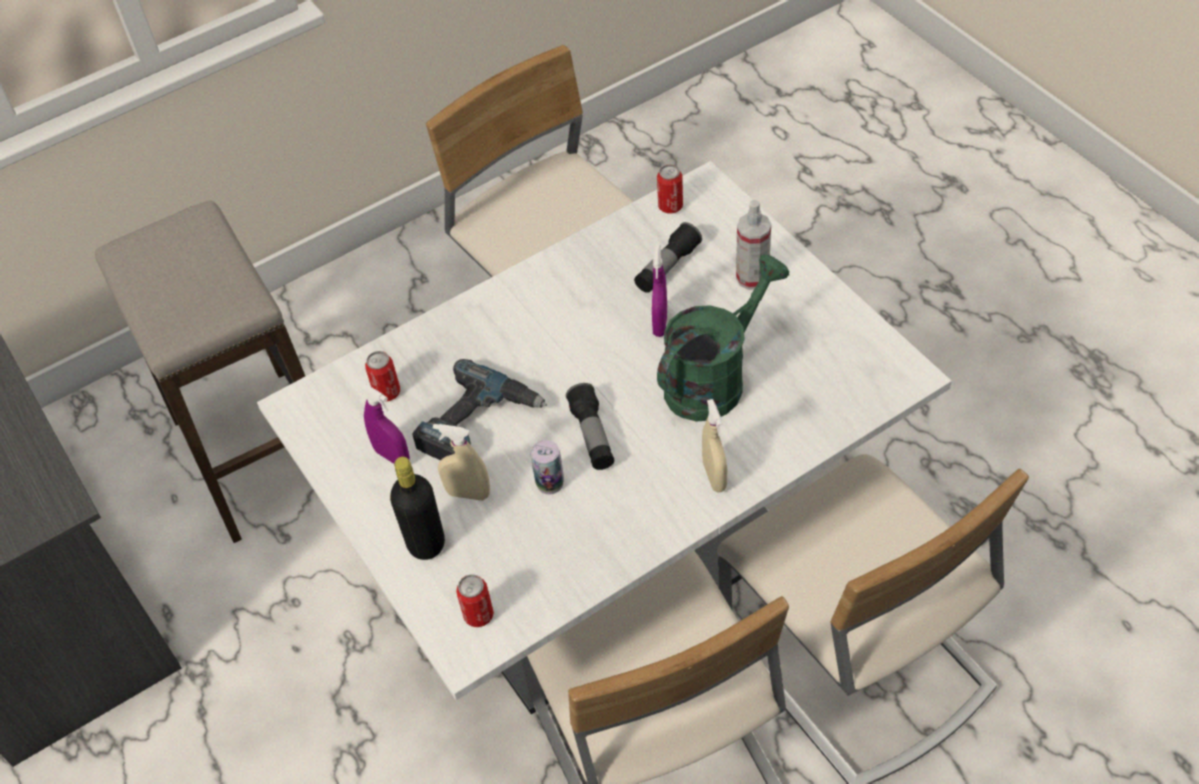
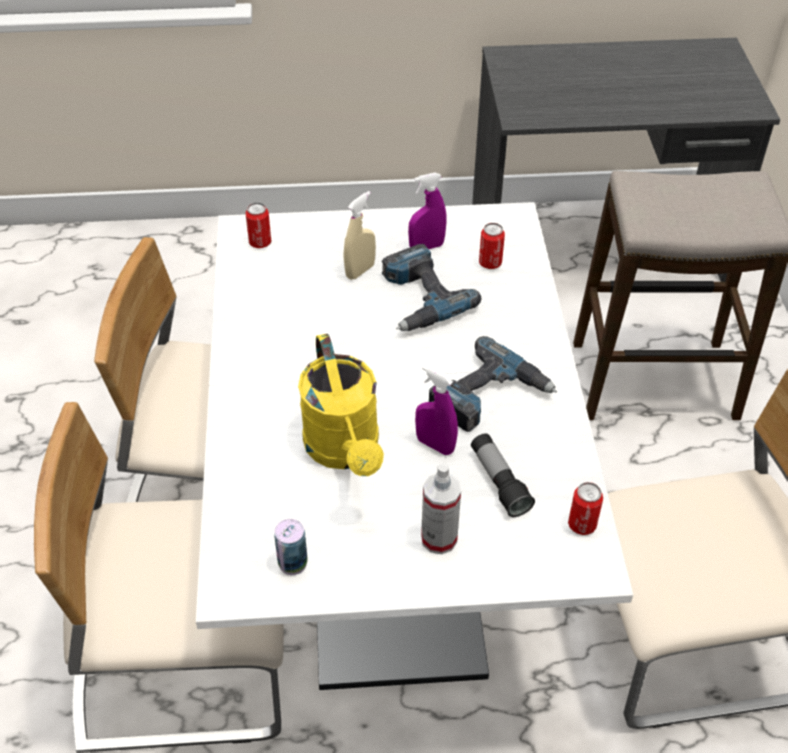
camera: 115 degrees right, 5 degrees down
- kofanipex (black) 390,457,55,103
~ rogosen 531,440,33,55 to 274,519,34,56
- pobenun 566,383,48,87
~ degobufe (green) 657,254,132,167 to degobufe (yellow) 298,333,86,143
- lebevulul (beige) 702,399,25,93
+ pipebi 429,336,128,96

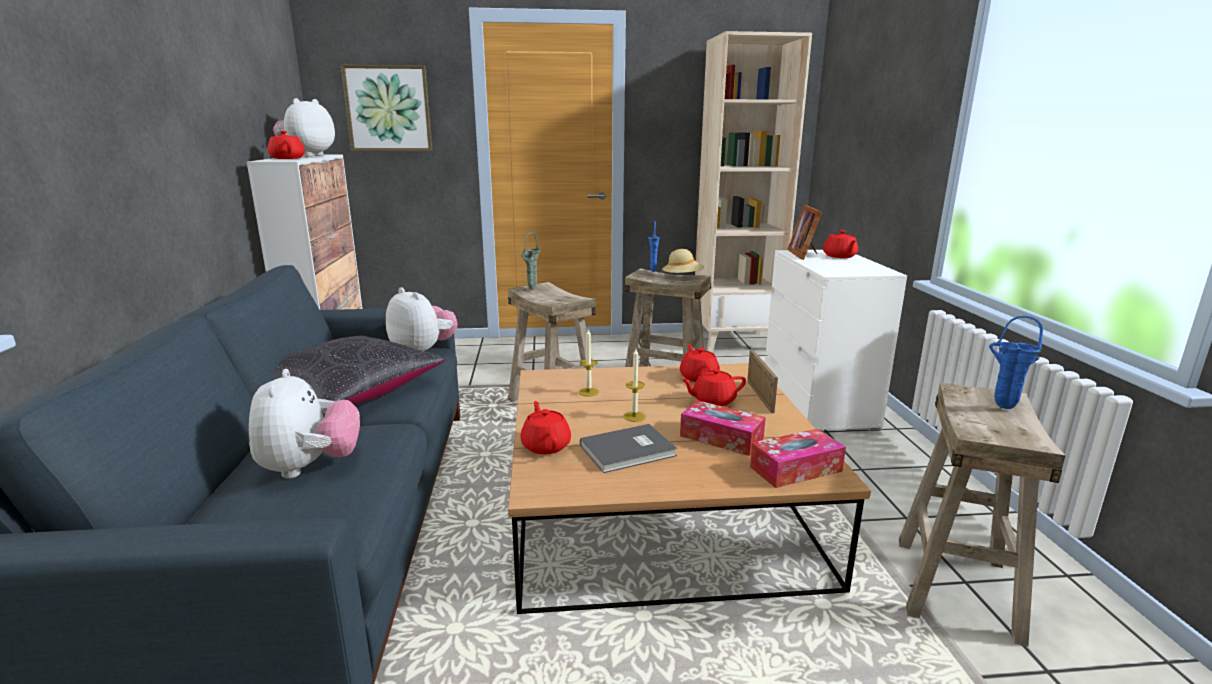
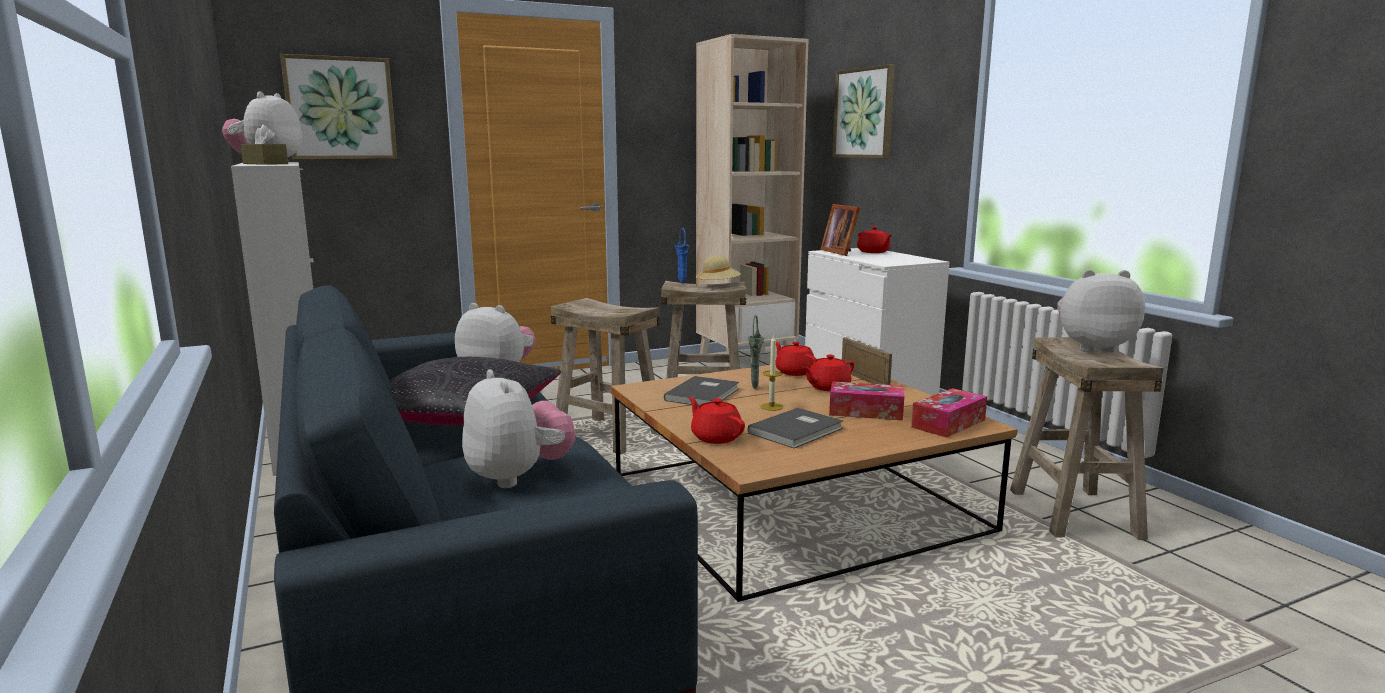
camera: 20 degrees left, 5 degrees down
~ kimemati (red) 267,131,38,28 to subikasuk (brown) 241,125,47,40
~ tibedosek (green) 521,232,20,58 to 748,315,16,74
~ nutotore 579,328,20,69 to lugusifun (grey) 664,376,75,30
~ tibedosek (blue) 989,316,54,93 to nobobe 1057,270,88,83
+ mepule 832,64,63,95

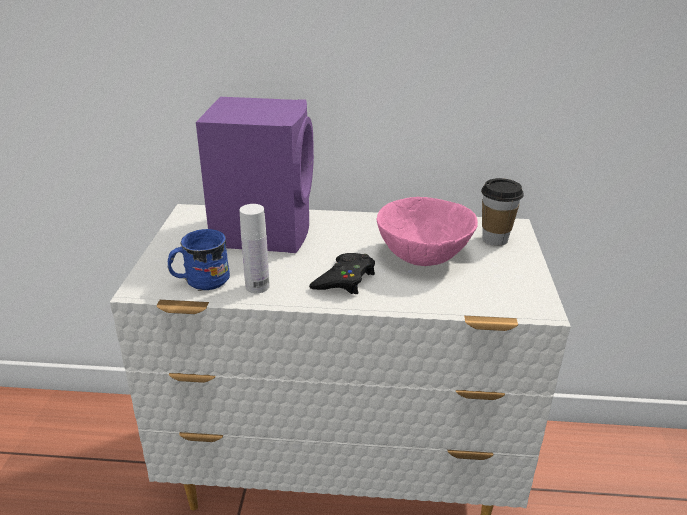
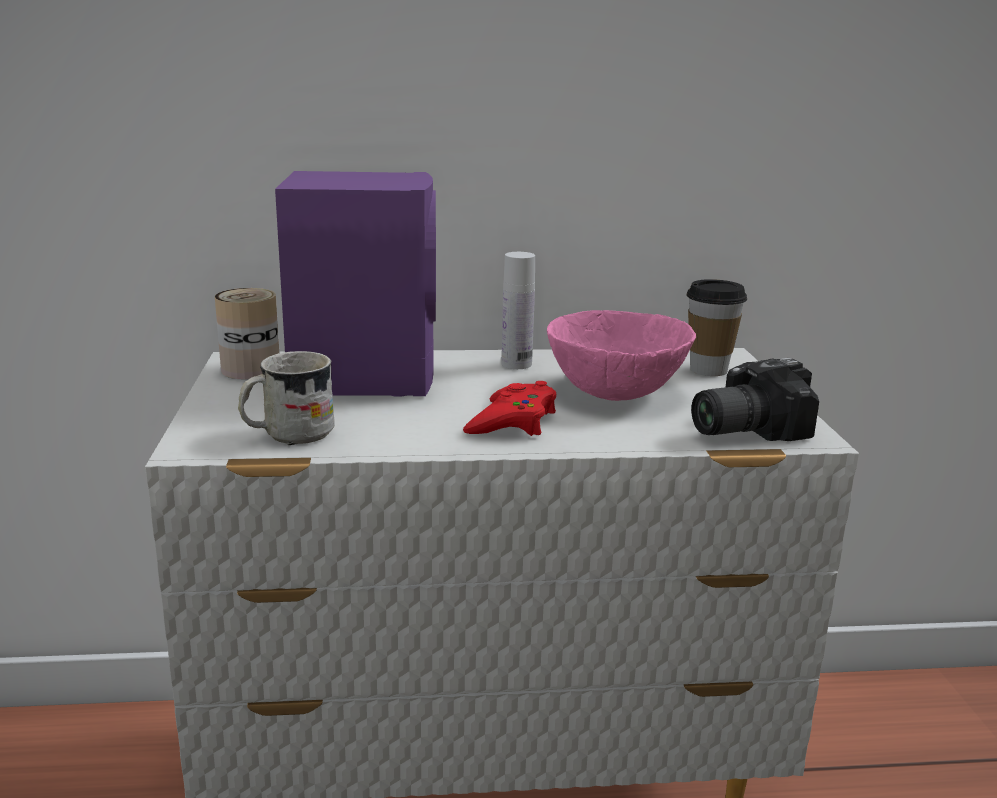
camera: 10 degrees left, 10 degrees down
~ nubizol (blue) 168,229,62,62 to nubizol (white) 238,351,97,94
~ kofanipex (white) 240,204,30,89 to 501,252,34,117
~ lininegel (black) 309,253,66,41 to lininegel (red) 463,381,93,55
+ rogosen 215,288,64,92
+ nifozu 691,358,128,83

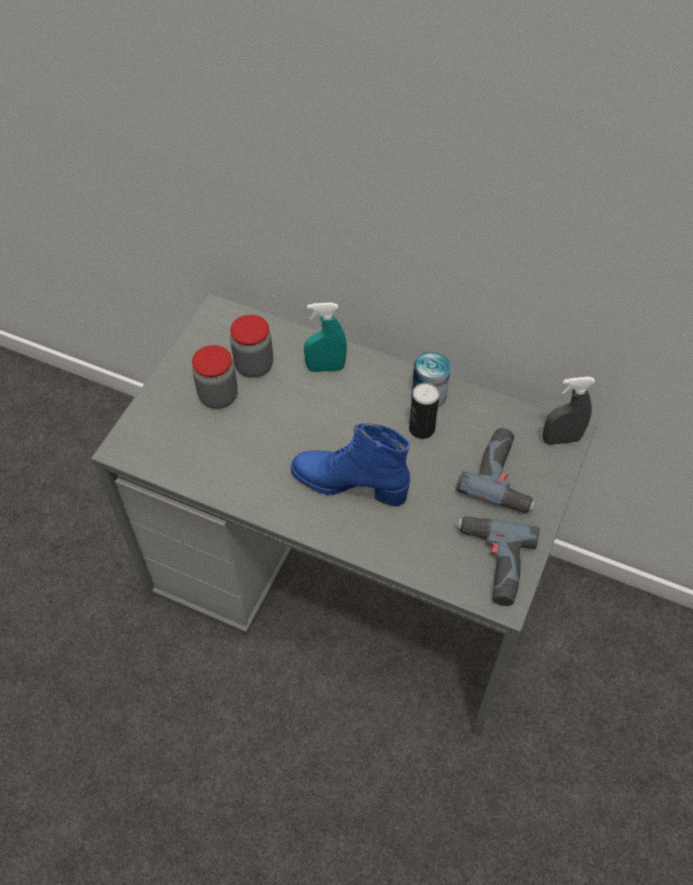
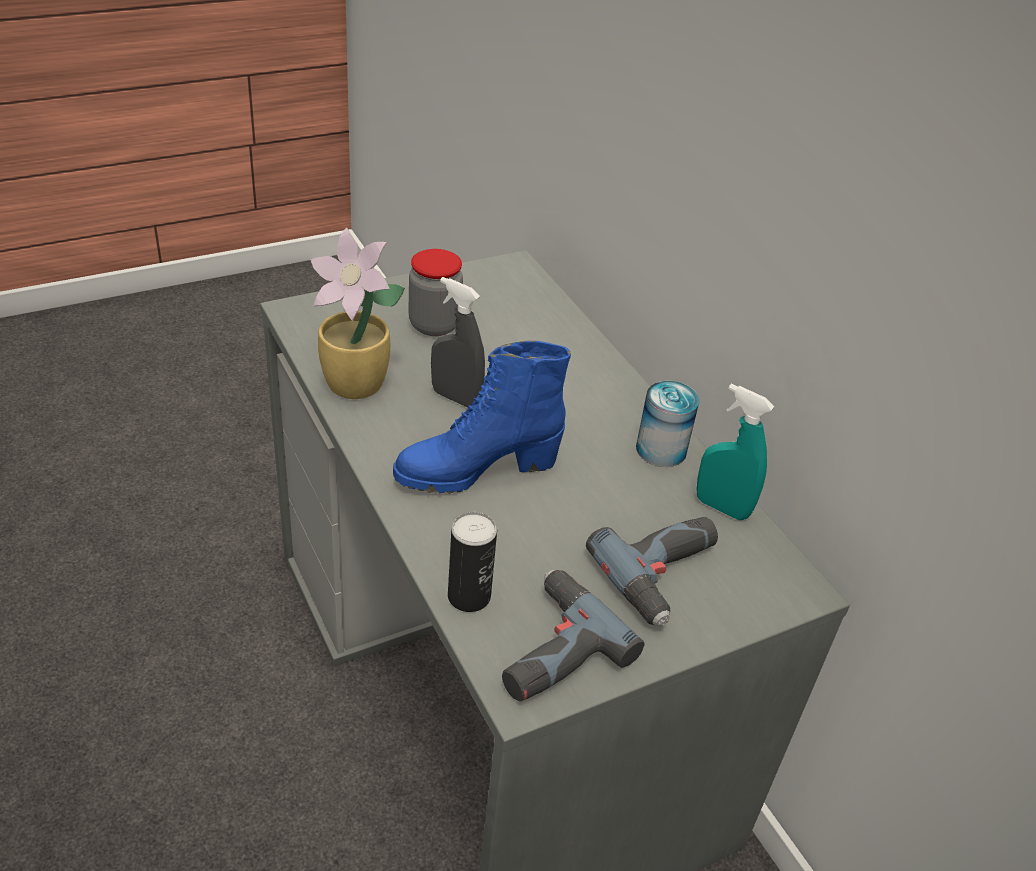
camera: 35 degrees right, 15 degrees down
- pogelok 230,315,43,63
~ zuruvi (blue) 291,423,120,83 = 393,341,178,153 75 degrees counterclockwise
~ lebevulul (turquoise) 304,302,43,70 to 696,384,78,136
~ rogosen 409,382,31,57 to 448,512,49,100
~ lebevulul (grey) 542,377,53,68 to 431,277,54,131
+ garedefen 311,227,94,172

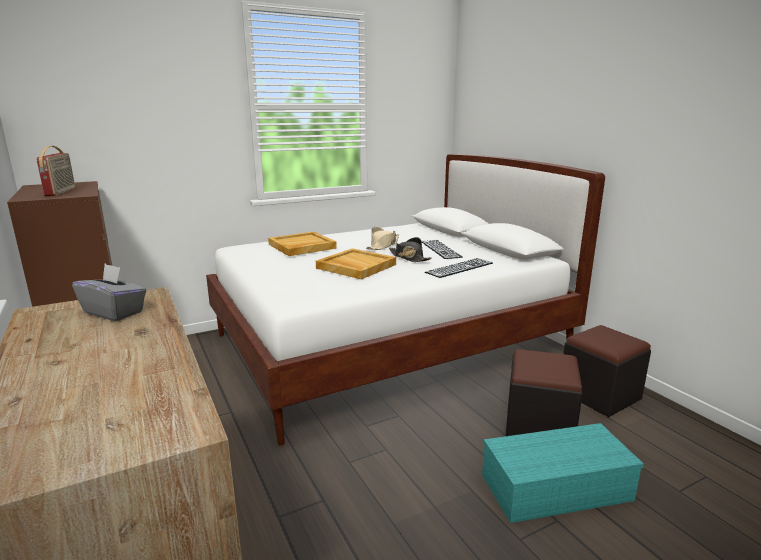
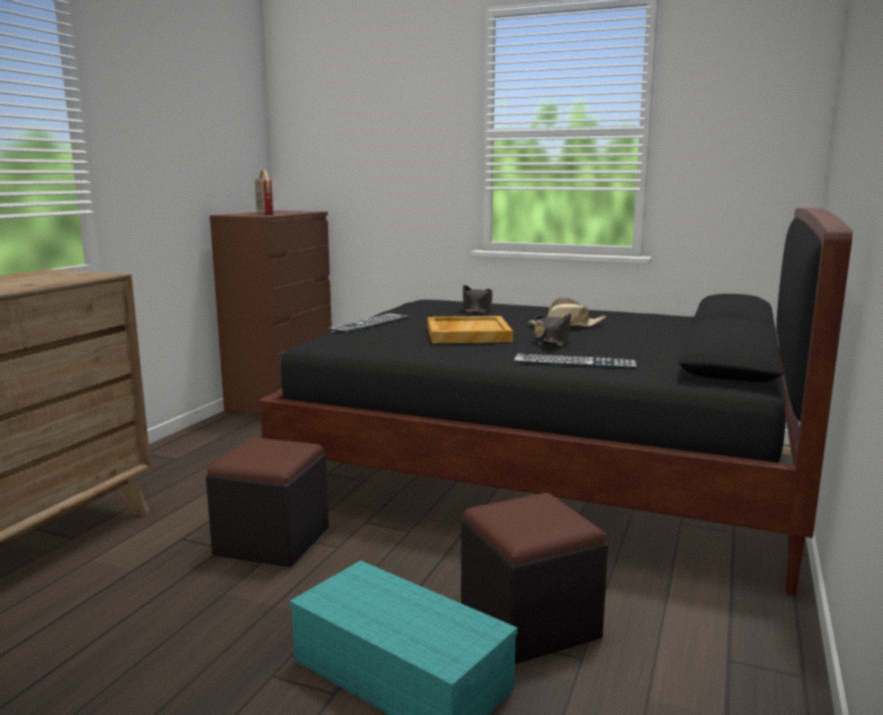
camera: 50 degrees right, 5 degrees down
~ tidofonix 37,146,38,50 = 255,170,18,45 120 degrees clockwise
- subikasuk (grey) 72,264,75,57
~ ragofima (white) 206,154,399,292 to ragofima (black) 260,208,593,388
~ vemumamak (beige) 268,231,69,25 to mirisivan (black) 463,285,30,28
~ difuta 422,240,41,19 to 328,313,82,20
~ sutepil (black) 564,325,87,92 to 206,437,123,130

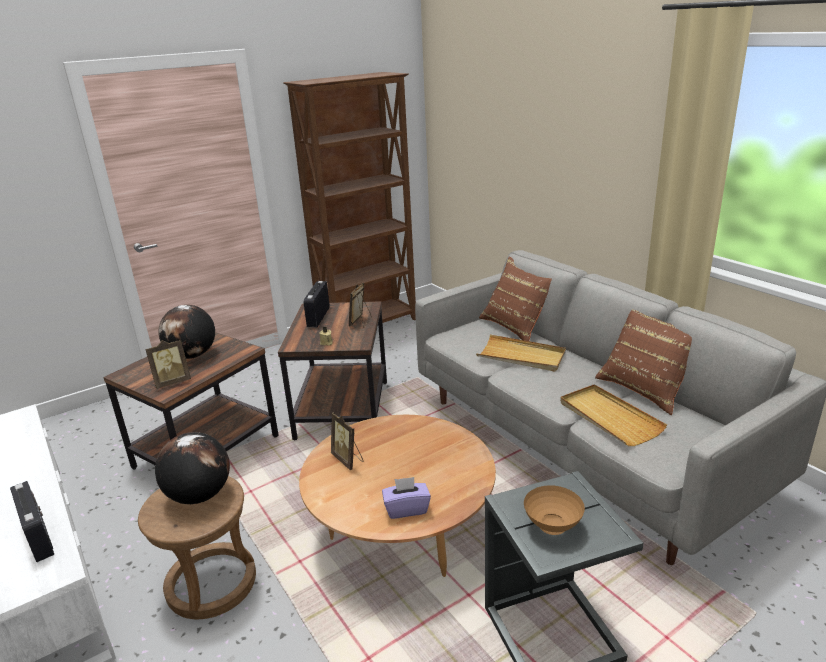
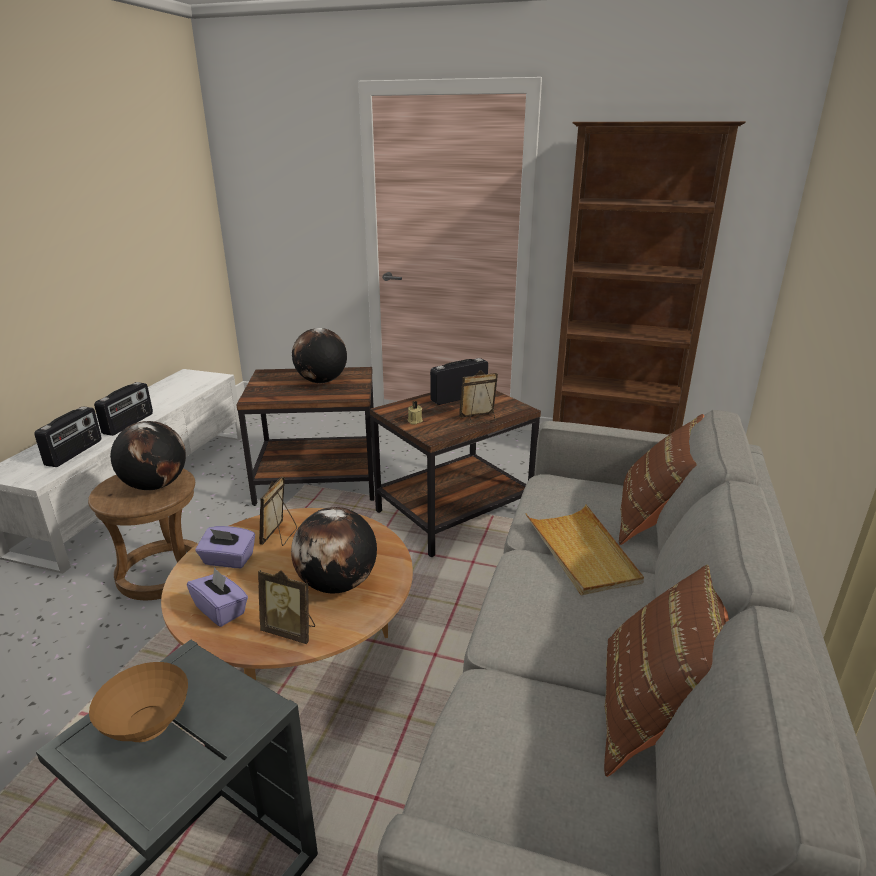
camera: 50 degrees right, 0 degrees up
~ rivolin 146,340,45,49 to 258,570,57,74
- vemumamak (beige) 560,384,107,62
+ tidofonix 94,382,59,54
+ subikasuk (purple) 195,526,60,42
+ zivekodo 291,507,86,86

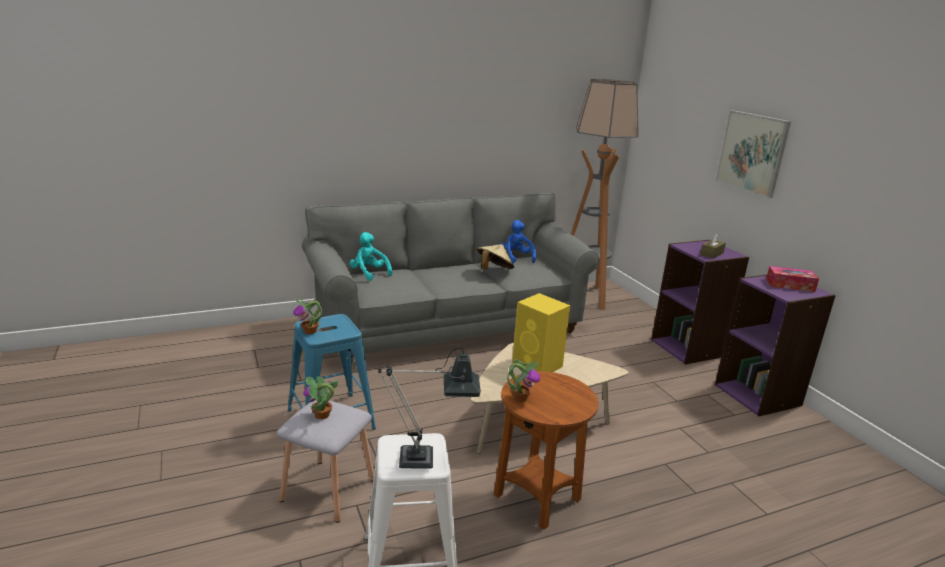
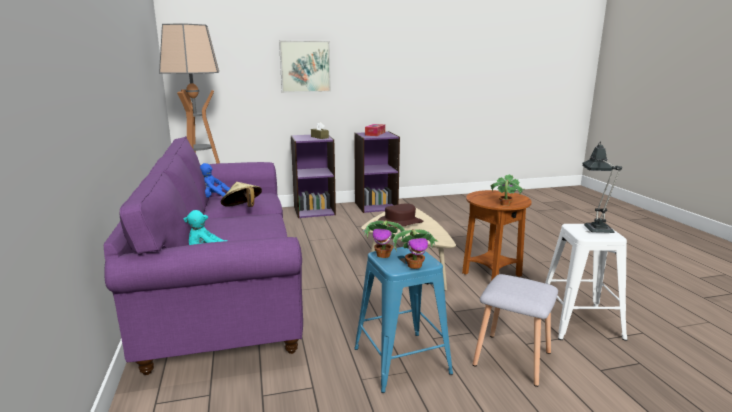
camera: 80 degrees left, 5 degrees down
~ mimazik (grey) 302,193,298,168 to mimazik (purple) 104,136,199,239
~ garedefen 303,376,35,43 to 362,220,44,38
~ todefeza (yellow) 512,293,58,79 to mirisivan (brown) 377,203,46,25

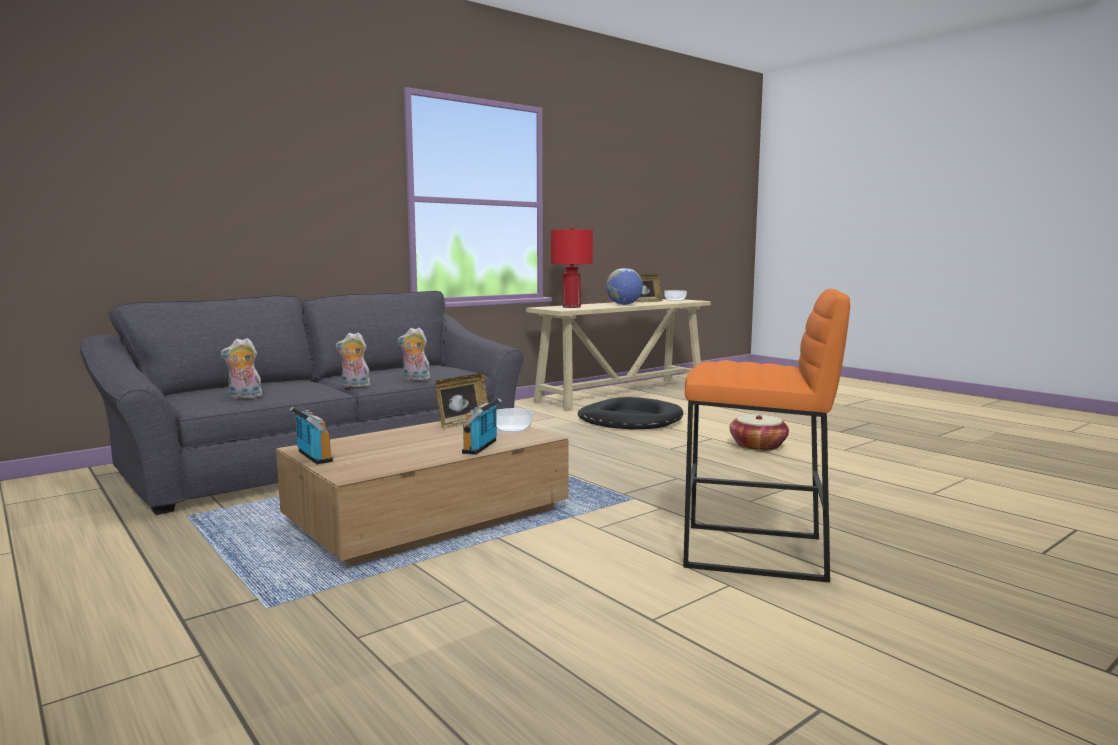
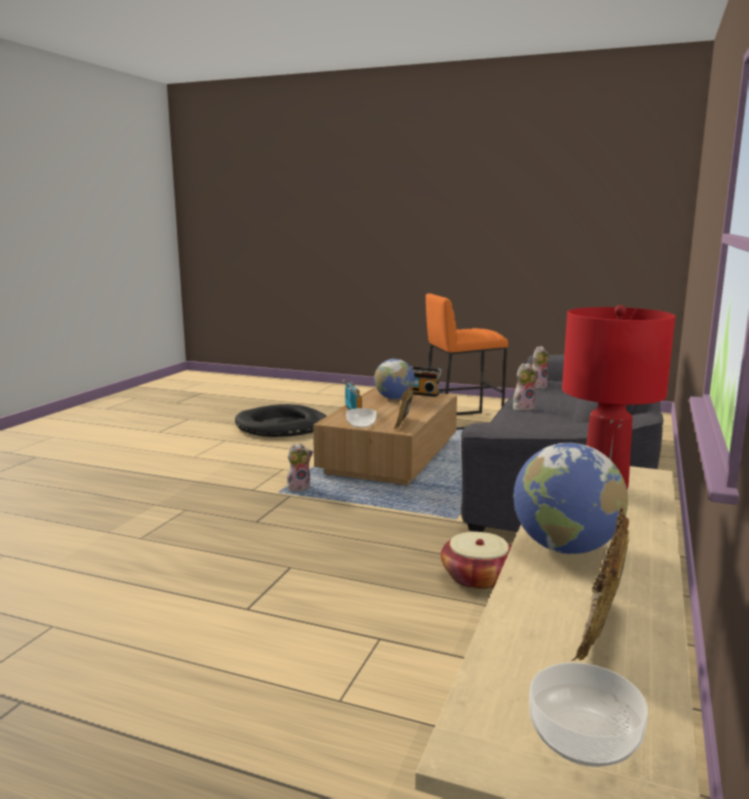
camera: 150 degrees right, 5 degrees up
~ nobobe 398,328,32,52 to 287,443,26,49
~ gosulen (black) 578,397,105,32 to 235,404,92,33
~ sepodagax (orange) 683,289,167,293 to 426,294,82,136
~ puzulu 729,414,60,37 to 441,532,71,58
+ zivekodo 374,359,41,40

